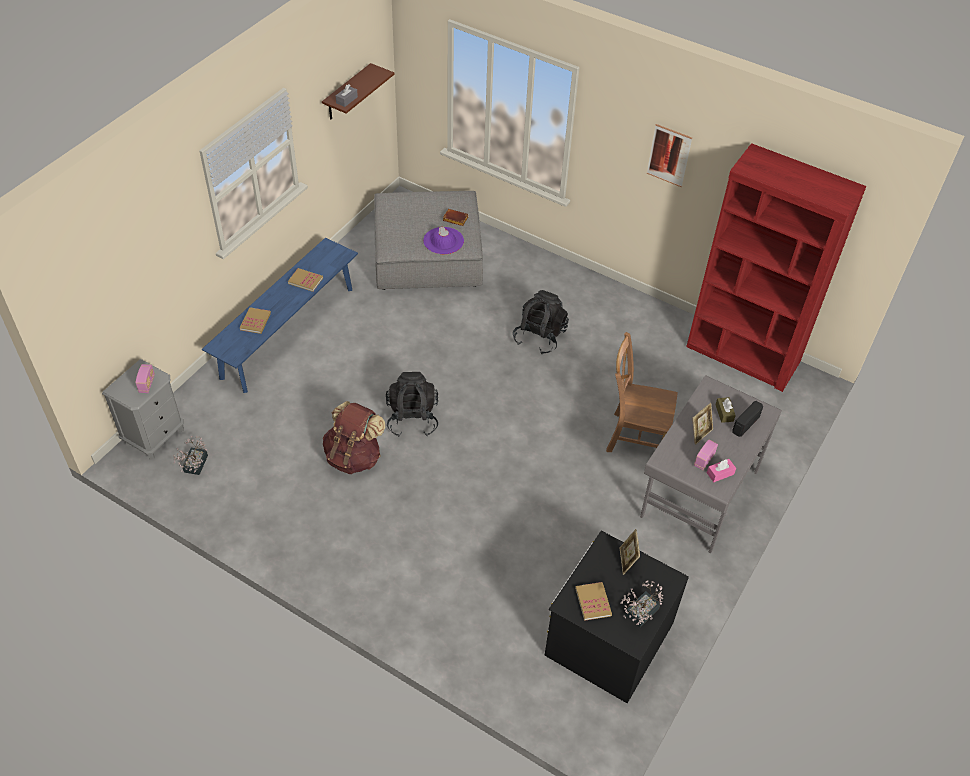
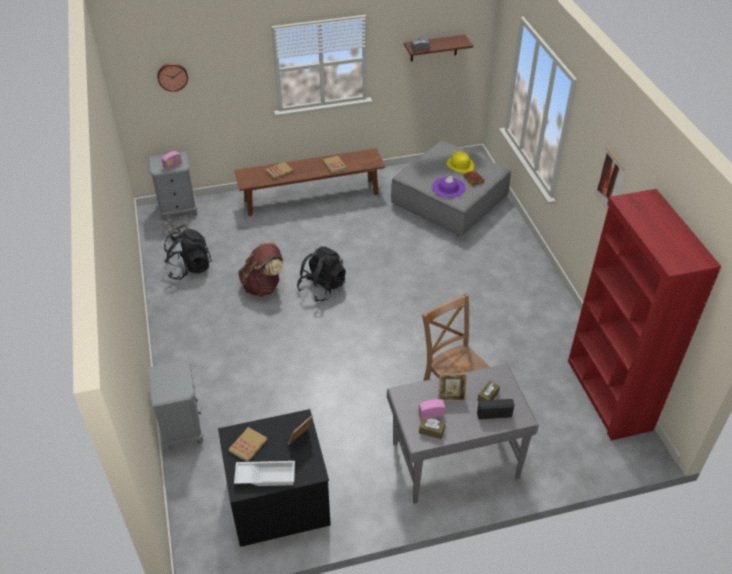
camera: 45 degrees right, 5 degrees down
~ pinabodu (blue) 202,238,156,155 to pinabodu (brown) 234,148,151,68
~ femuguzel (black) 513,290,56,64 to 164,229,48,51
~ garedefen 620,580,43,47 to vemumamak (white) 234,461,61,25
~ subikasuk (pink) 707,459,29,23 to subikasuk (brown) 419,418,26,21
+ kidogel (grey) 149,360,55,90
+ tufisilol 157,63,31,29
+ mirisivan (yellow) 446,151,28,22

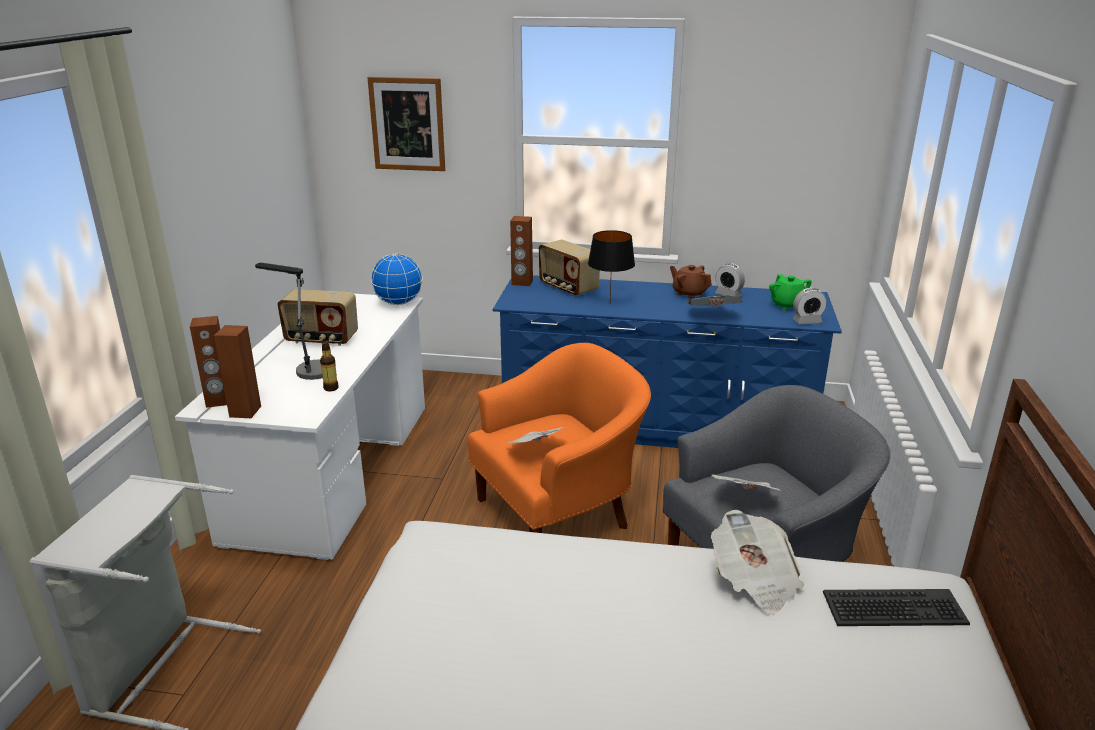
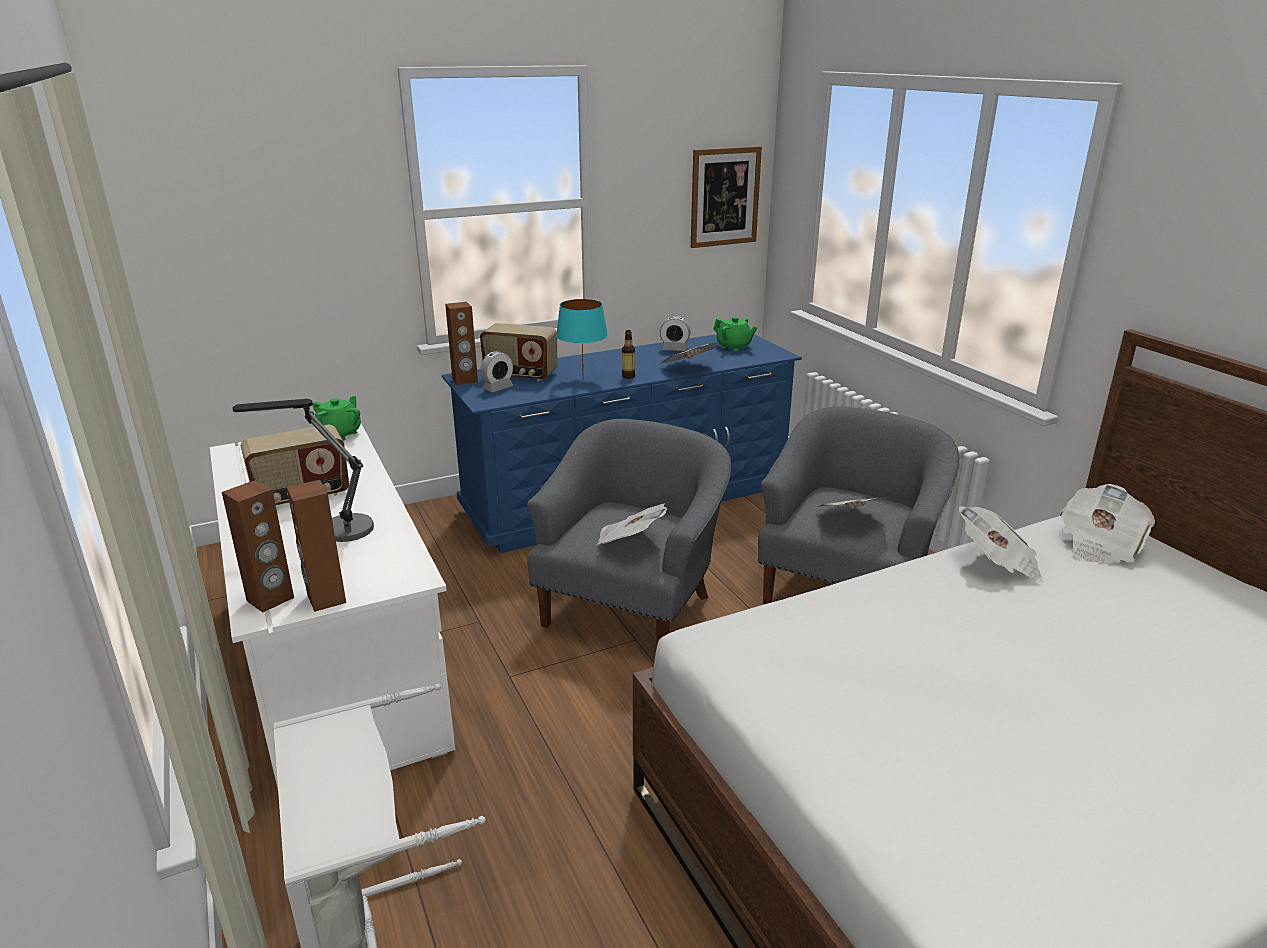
camera: 35 degrees left, 0 degrees up
~ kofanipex 320,340,19,51 to 622,330,13,49
~ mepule 367,77,78,94 to 691,146,71,102
~ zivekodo 371,254,52,51 to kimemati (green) 313,396,48,45
~ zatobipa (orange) 468,343,183,190 to zatobipa (grey) 527,419,204,225
~ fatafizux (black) 588,230,47,69 to fatafizux (turquoise) 556,299,52,81
- kimemati (brown) 670,265,42,34
~ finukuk 793,288,34,36 to 480,351,34,41
~ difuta 823,589,147,37 to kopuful 1060,484,95,79

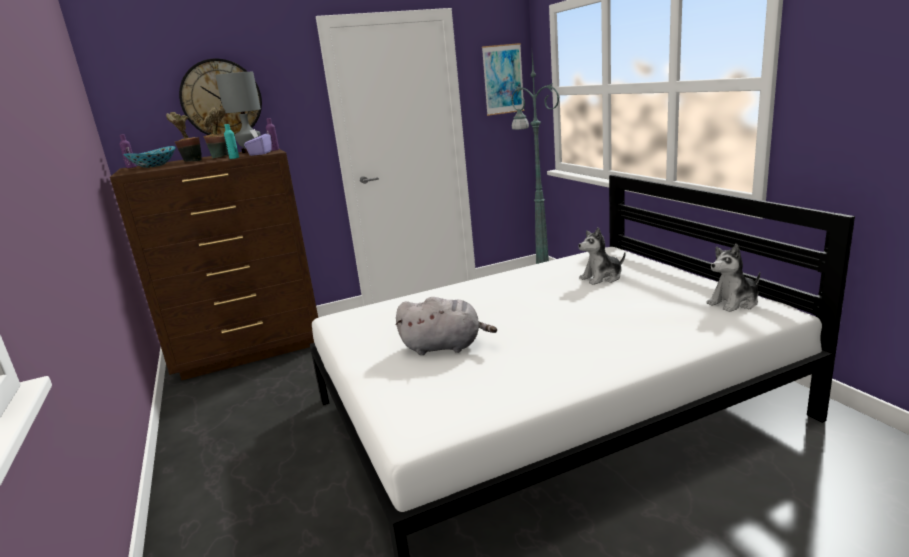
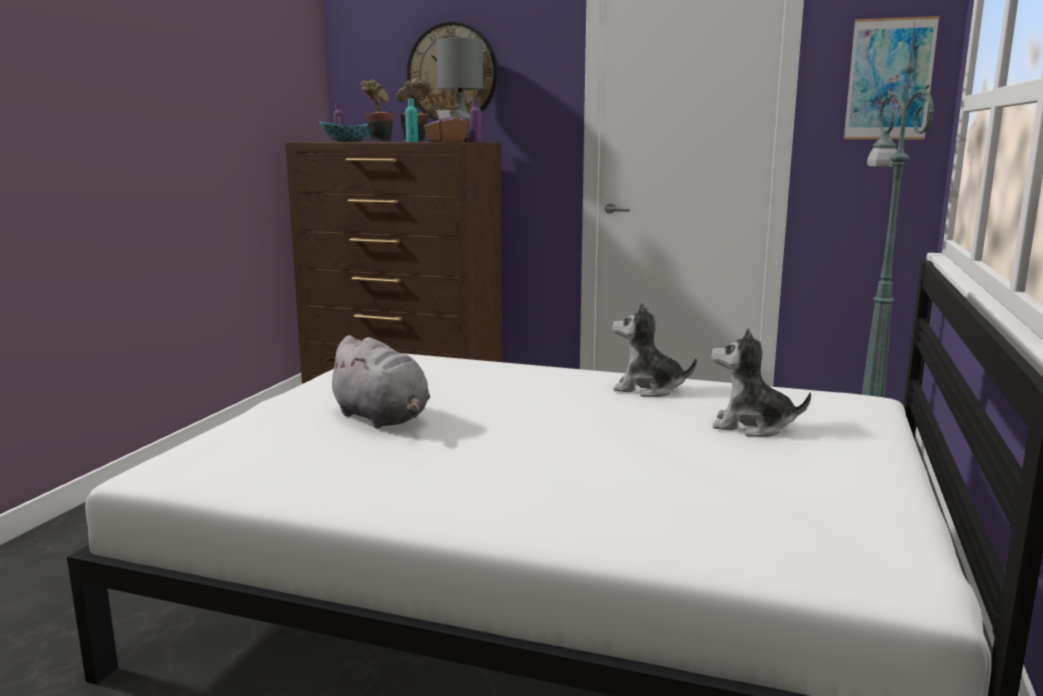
camera: 40 degrees right, 5 degrees down
~ subikasuk (purple) 244,129,28,27 to subikasuk (brown) 424,110,44,33
~ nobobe 706,244,54,68 to 612,302,85,95

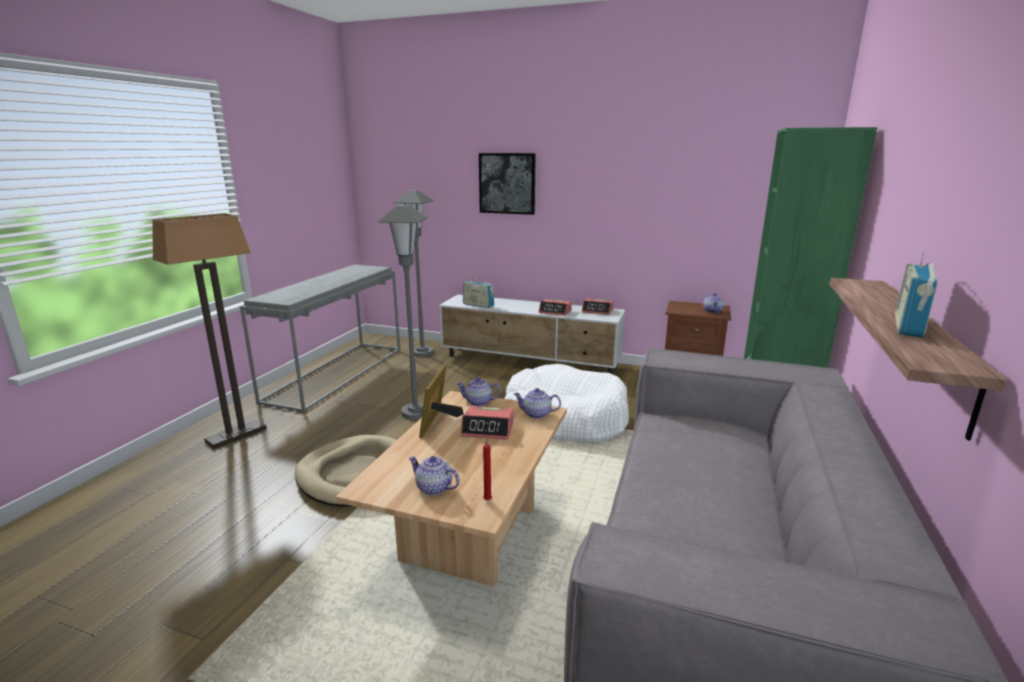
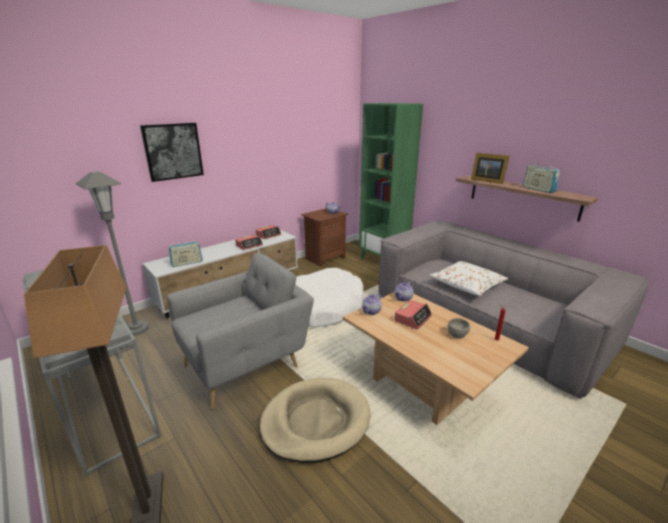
camera: 60 degrees left, 5 degrees up
~ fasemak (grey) 378,205,50,215 to zatobipa (grey) 167,253,147,157
- kimemati 409,456,51,39
~ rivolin 419,364,45,74 to 471,153,39,31
+ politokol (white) 429,261,79,35
+ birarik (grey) 448,318,22,21

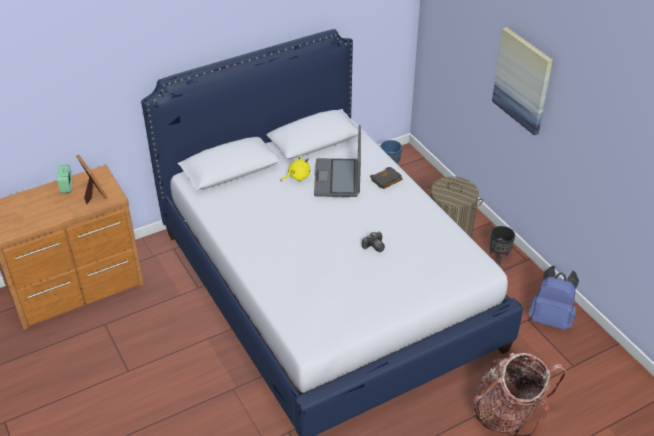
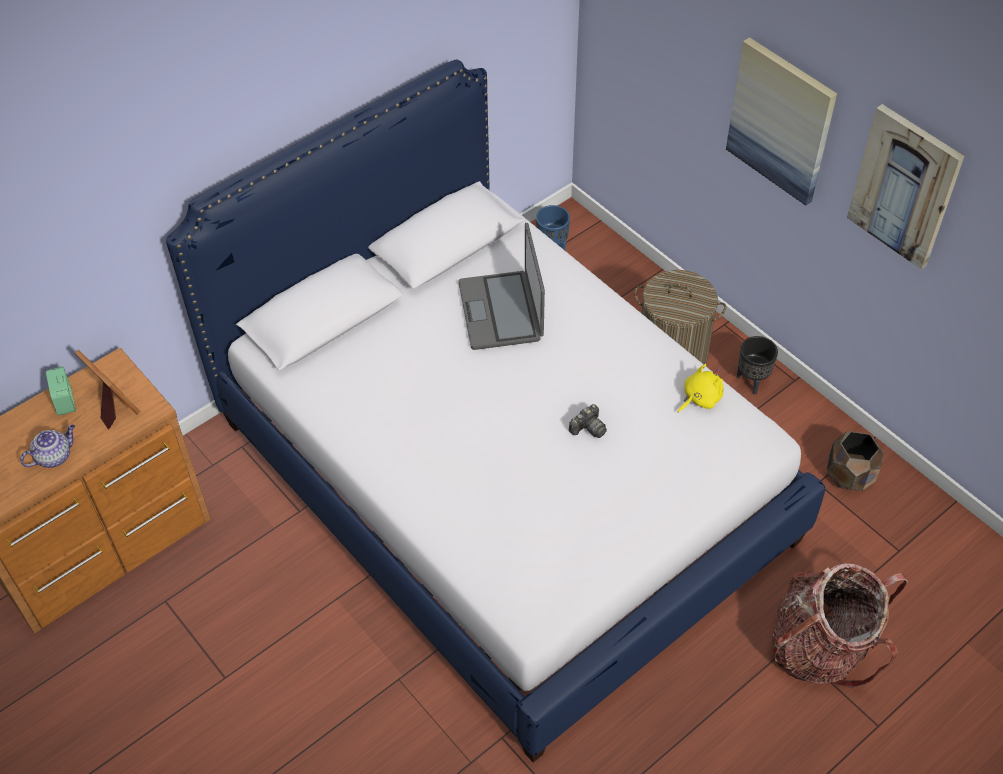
camera: 10 degrees left, 10 degrees up
~ nobobe (yellow) 281,155,30,26 to 677,364,47,49
- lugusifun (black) 370,167,33,22
~ femuguzel (blue) 529,266,50,64 to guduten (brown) 827,431,56,60
+ kimemati 20,424,55,44
+ mepule 847,104,118,165

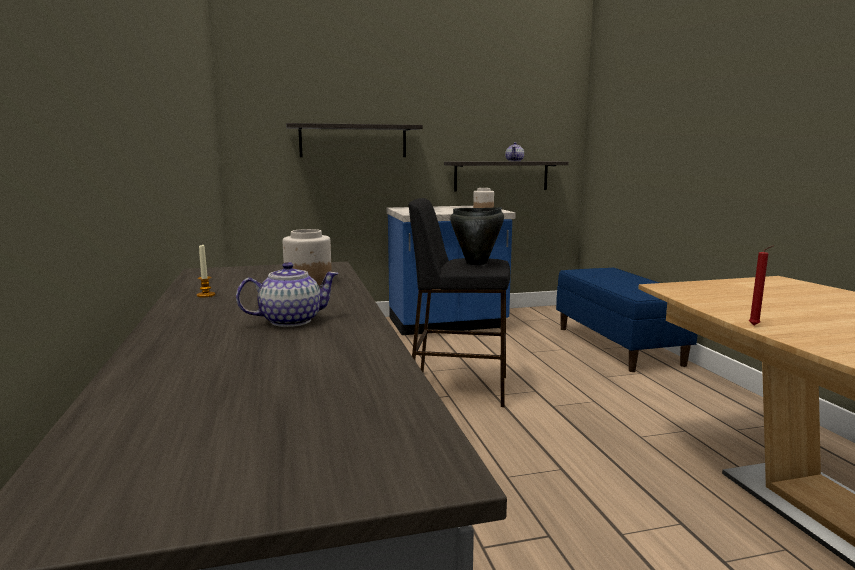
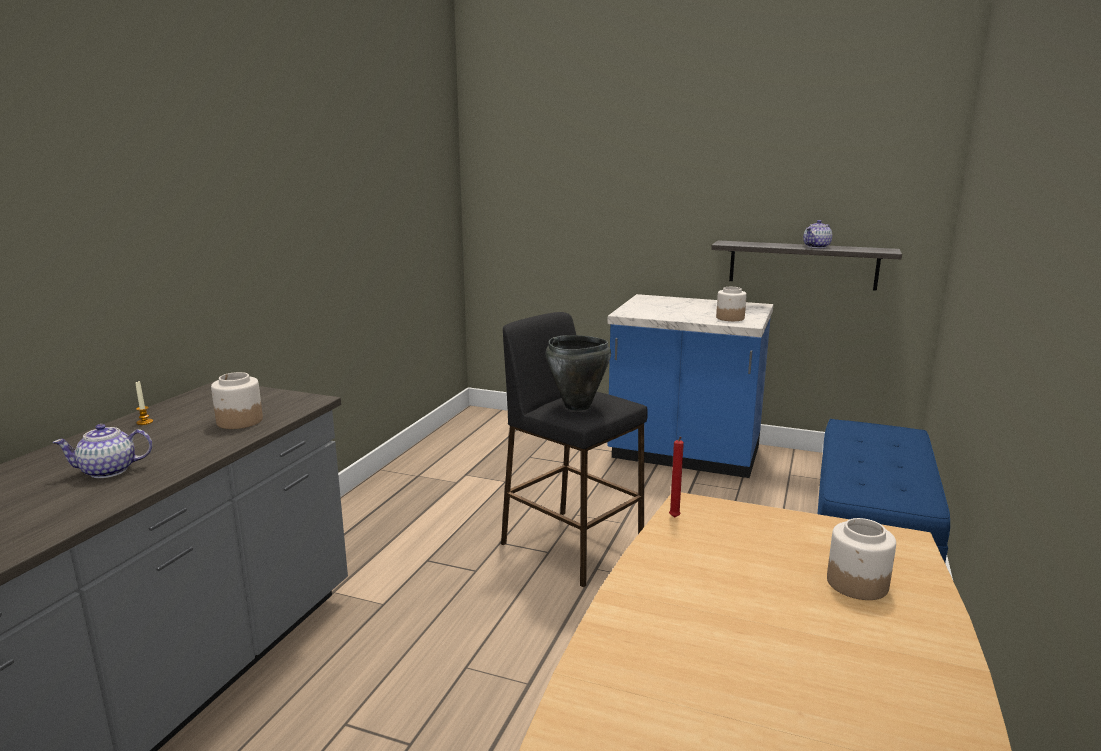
camera: 35 degrees right, 5 degrees up
~ kimemati 236,262,103,65 = 53,424,99,54 150 degrees clockwise
- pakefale 286,123,137,34
~ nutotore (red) 749,245,25,80 to 669,436,15,82
+ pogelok 827,518,69,82

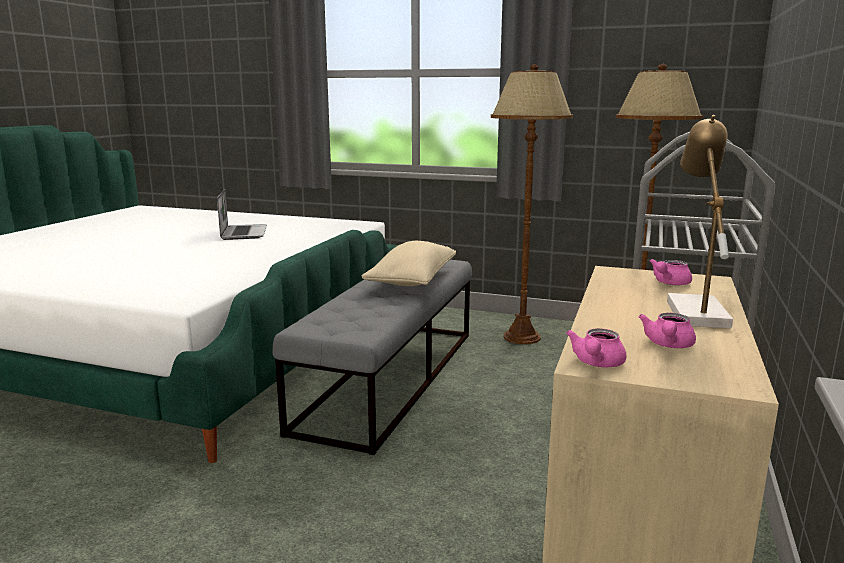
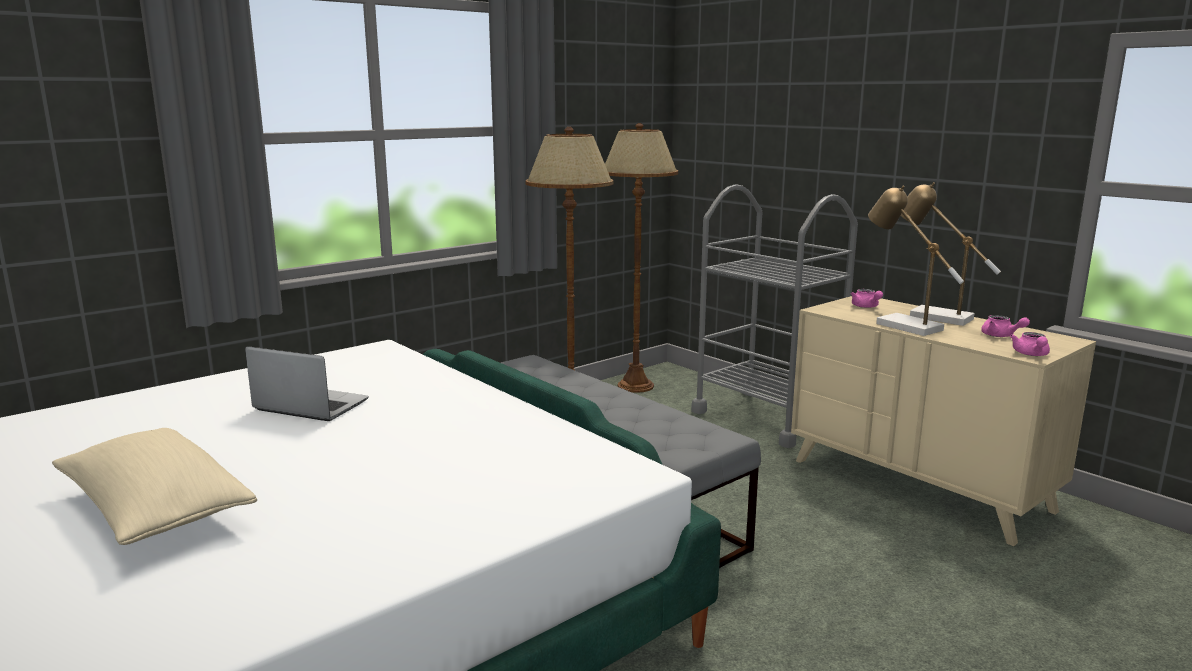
camera: 60 degrees left, 0 degrees up
~ politokol (beige) 362,241,94,45 to 52,428,205,117
~ kimemati (pink) 566,328,61,39 = 1010,332,40,24 45 degrees clockwise
+ fatafizux 868,186,96,150

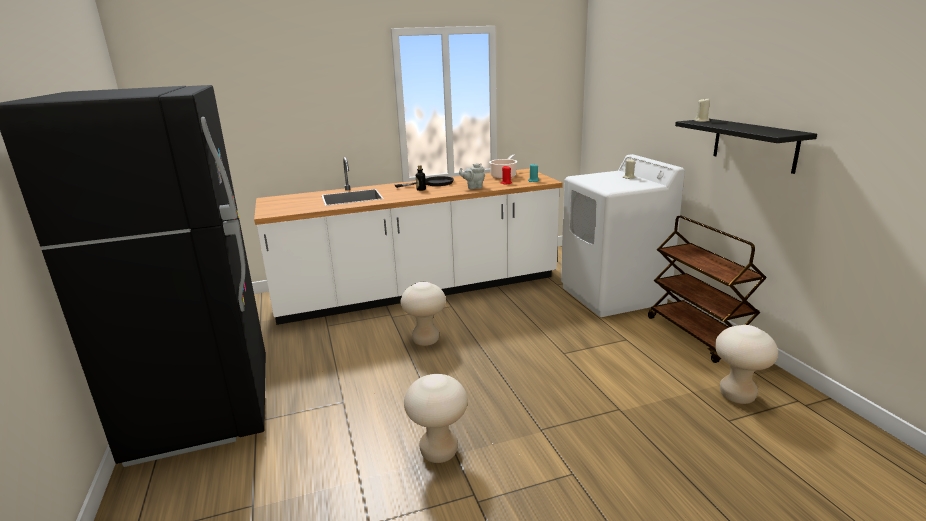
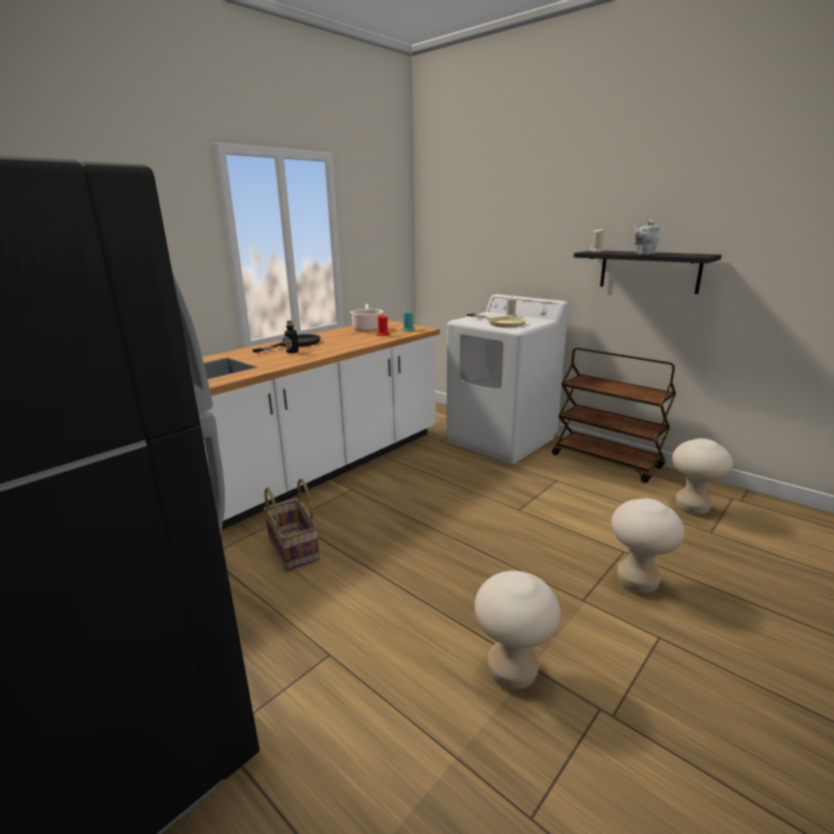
camera: 30 degrees left, 0 degrees up
~ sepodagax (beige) 401,282,45,64 to 611,498,74,95
~ kimemati (grey) 459,163,26,26 to 633,220,27,35
+ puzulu 263,479,57,91
+ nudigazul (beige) 467,313,59,15

